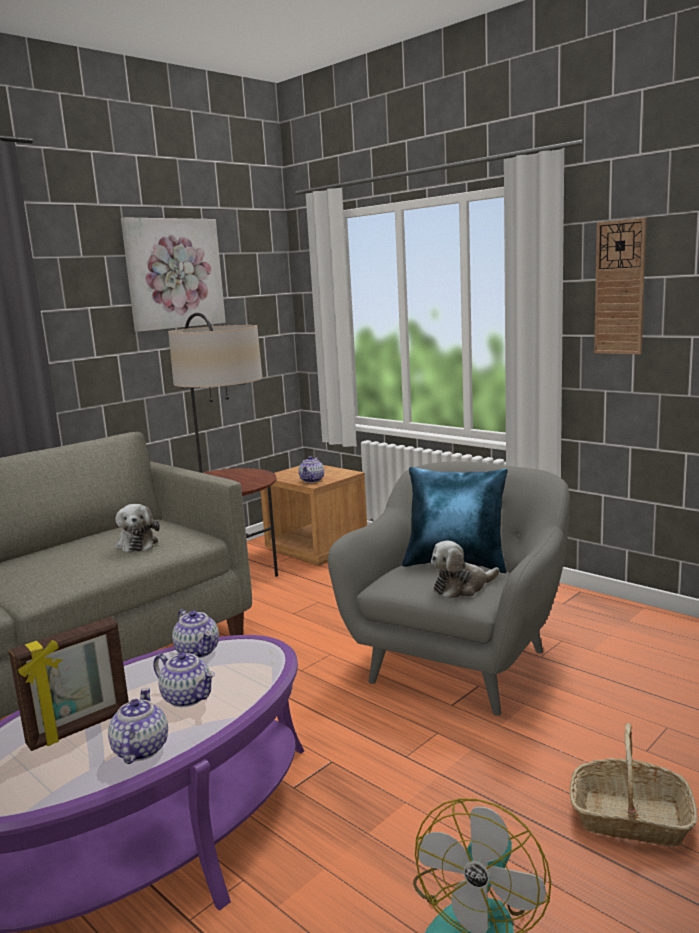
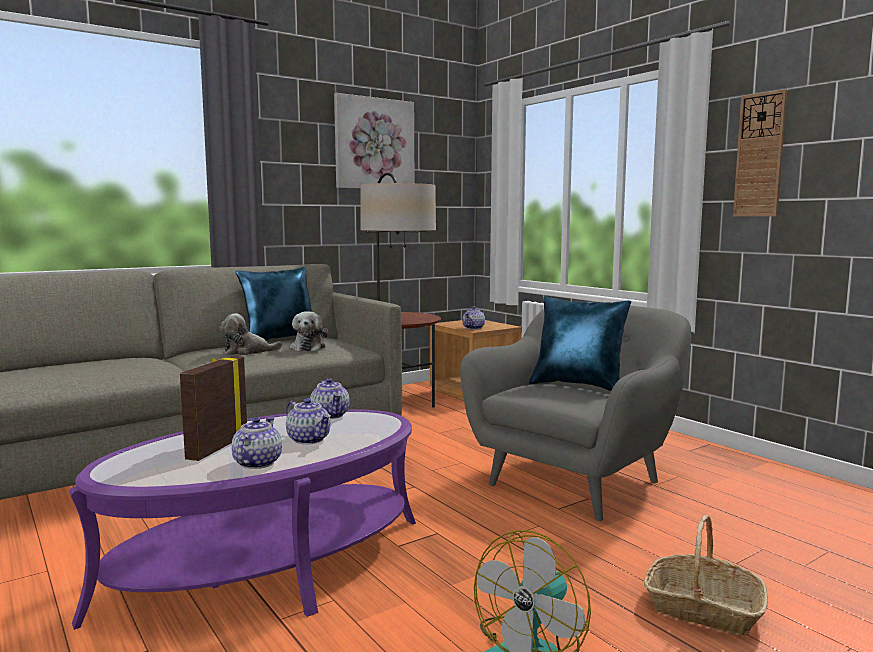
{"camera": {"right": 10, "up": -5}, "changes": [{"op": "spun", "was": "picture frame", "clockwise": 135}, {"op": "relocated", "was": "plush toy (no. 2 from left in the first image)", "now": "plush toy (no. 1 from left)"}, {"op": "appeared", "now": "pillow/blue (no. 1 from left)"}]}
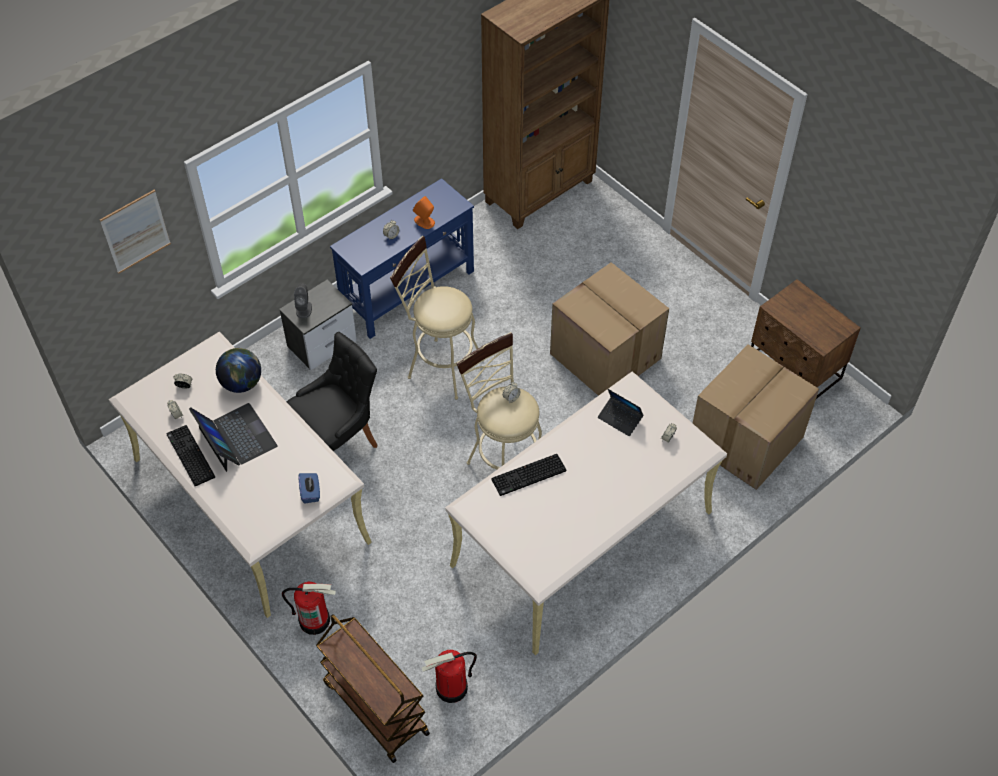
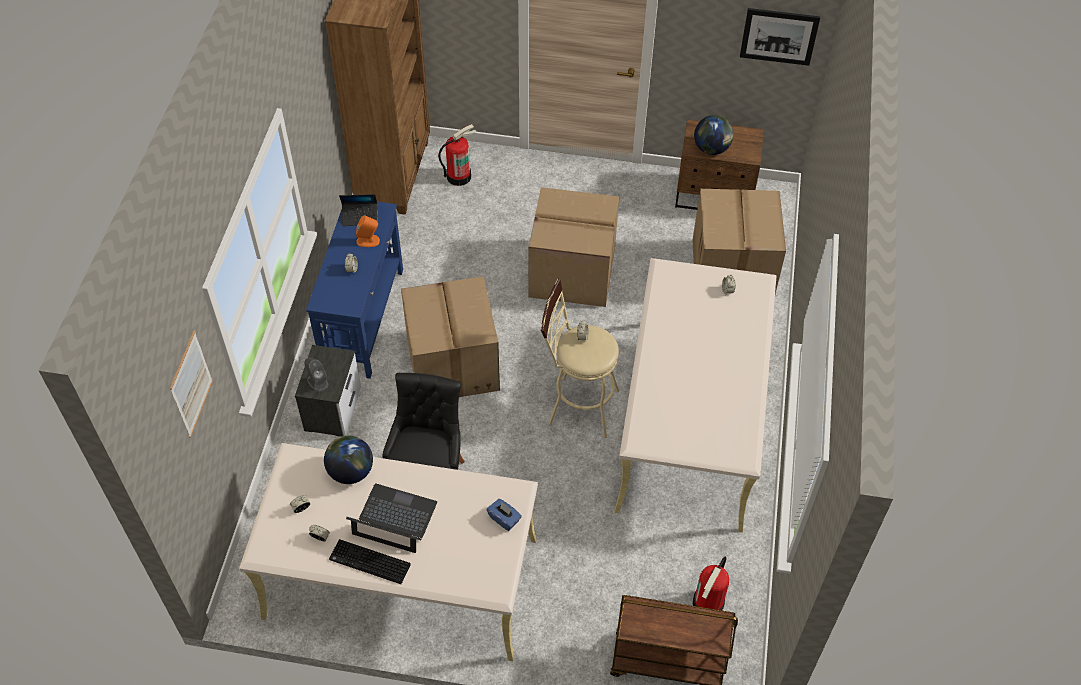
{"camera": {"right": -40, "up": 0}, "changes": [{"op": "relocated", "was": "fire extinguisher (no. 1 from left)"}, {"op": "exchanged", "was": "stool/beige (no. 1 from left)", "now": "cardboard box (no. 1 from left)"}, {"op": "missing", "was": "keyboard (no. 2 from left)"}, {"op": "relocated", "was": "laptop (no. 2 from left in the first image)", "now": "laptop (no. 1 from left)"}, {"op": "appeared", "now": "globe (no. 2 from left)"}, {"op": "appeared", "now": "picture (no. 2 from left)"}]}
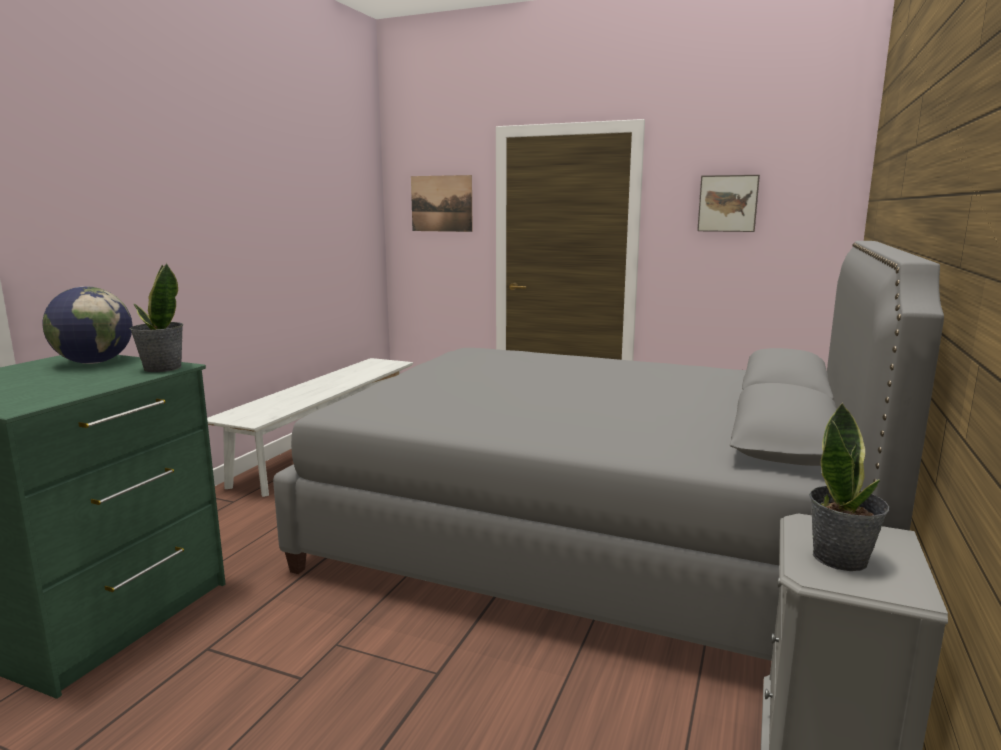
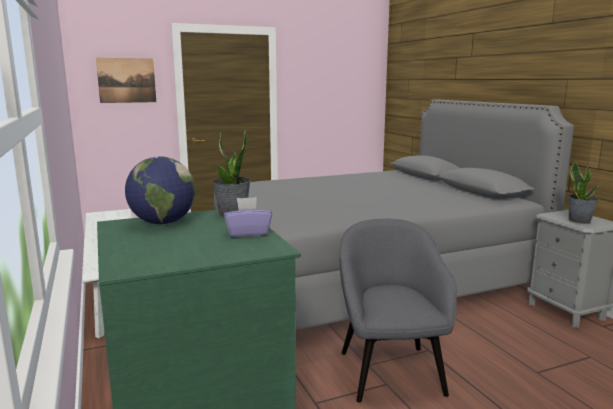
{"camera": {"right": -45, "up": 0}, "changes": [{"op": "missing", "was": "picture (no. 2 from left)"}, {"op": "appeared", "now": "tissue box/purple"}, {"op": "appeared", "now": "armchair/grey"}]}
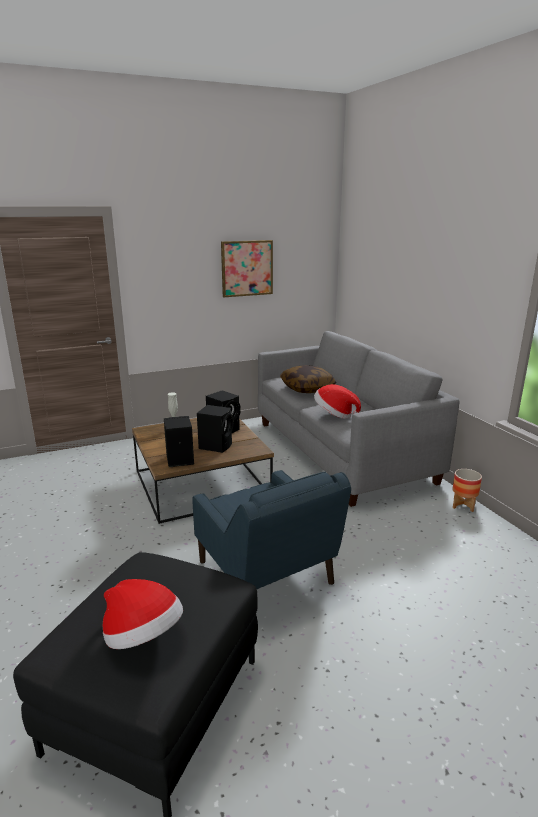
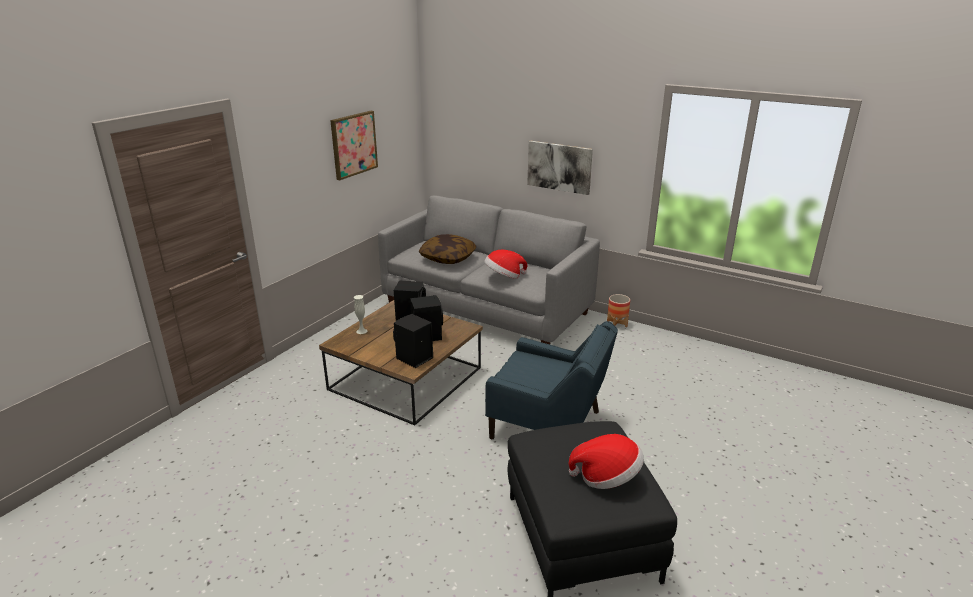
{"camera": {"right": -35, "up": 5}, "changes": [{"op": "appeared", "now": "picture (no. 2 from left)"}]}
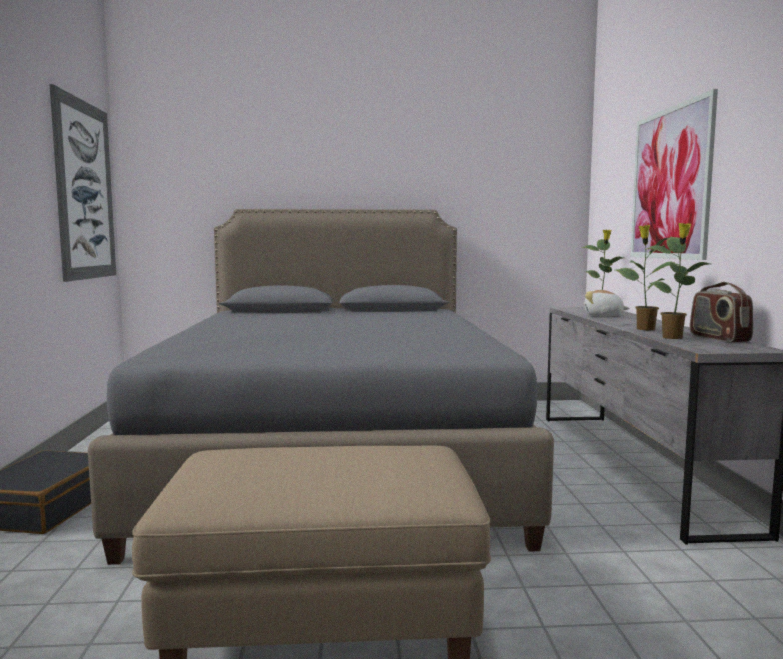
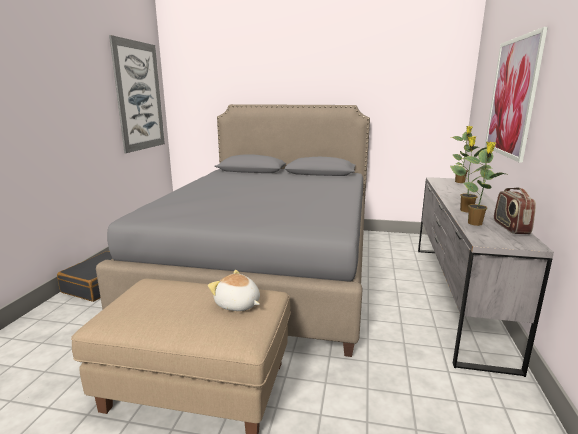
{"camera": {"right": 15, "up": 10}, "changes": [{"op": "relocated", "was": "plush toy"}]}
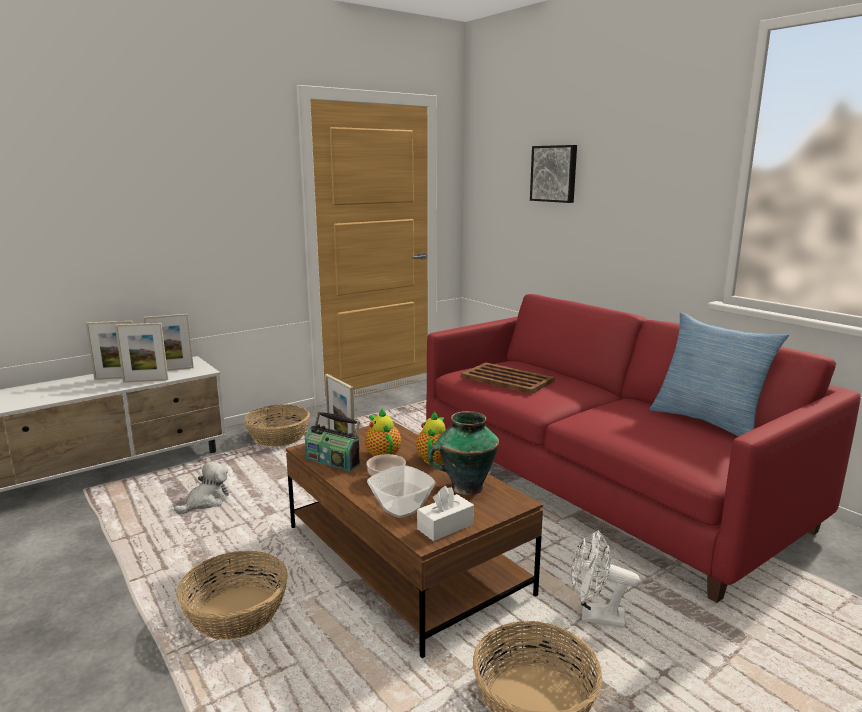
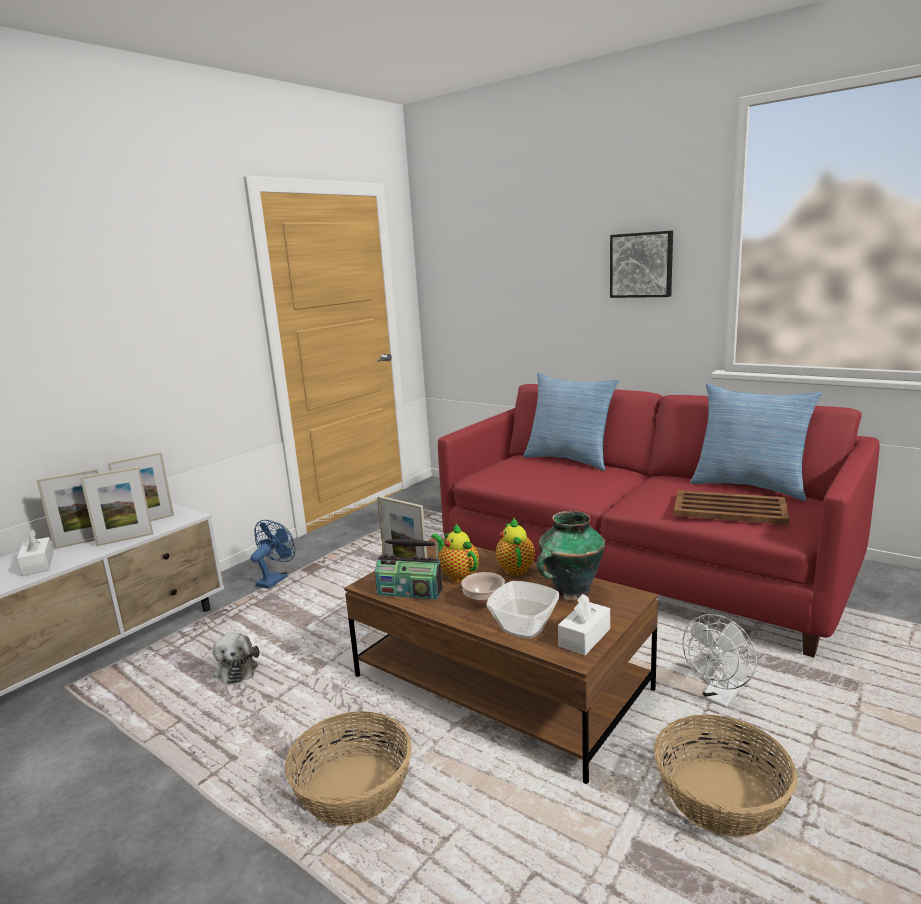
{"camera": {"right": -15, "up": 0}, "changes": [{"op": "spun", "was": "plush toy", "clockwise": 135}, {"op": "exchanged", "was": "basket (no. 2 from left)", "now": "fan/blue"}, {"op": "relocated", "was": "tray/brown"}, {"op": "relocated", "was": "picture"}, {"op": "spun", "was": "fan/white", "clockwise": -45}, {"op": "appeared", "now": "tissue box/white (no. 1 from left)"}, {"op": "appeared", "now": "pillow (no. 1 from left)"}]}
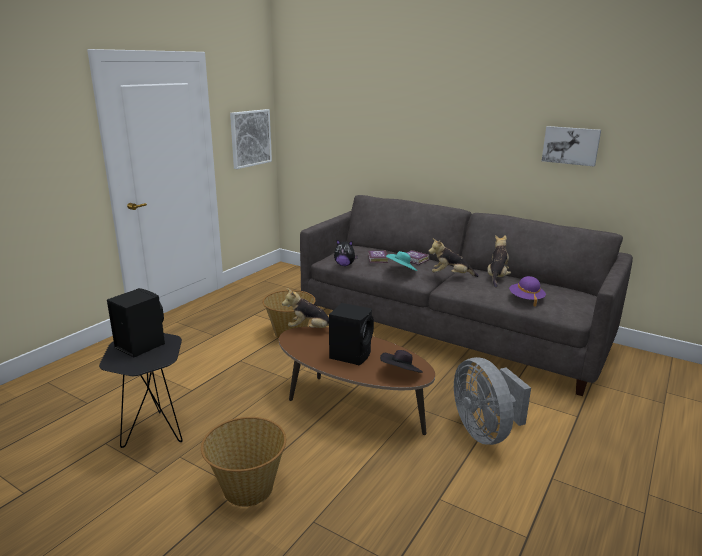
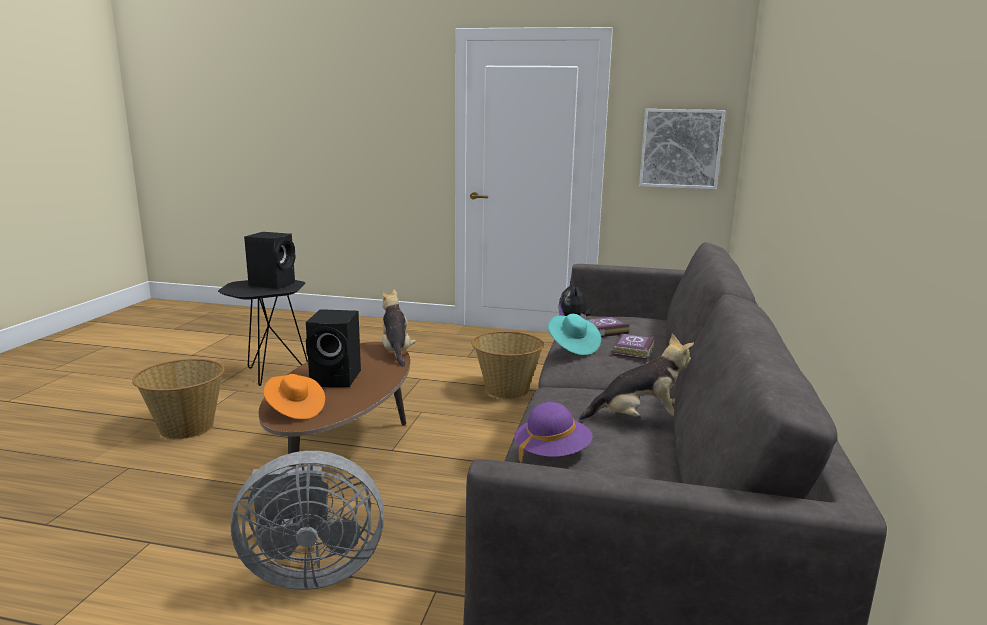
{"camera": {"right": 70, "up": -5}, "changes": [{"op": "colour", "was": "hat/black", "now": "hat/orange"}, {"op": "missing", "was": "plush toy (no. 3 from left)"}, {"op": "spun", "was": "fan/grey", "clockwise": -150}, {"op": "missing", "was": "picture (no. 2 from left)"}]}
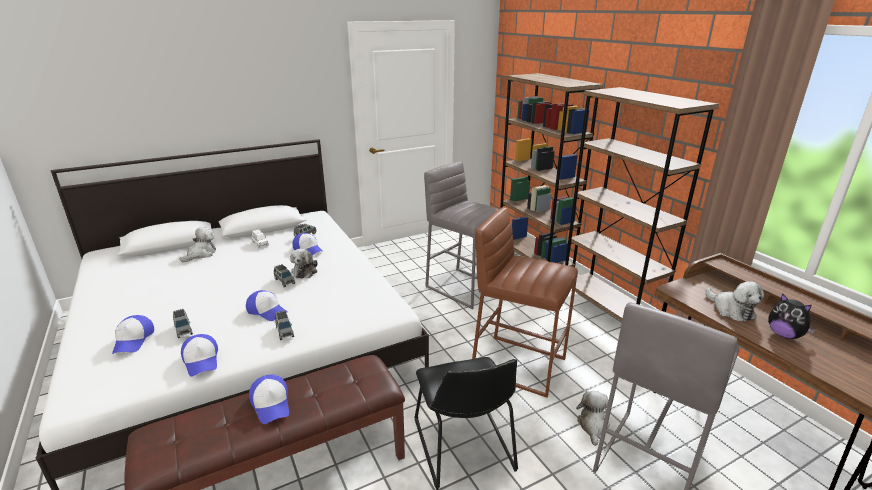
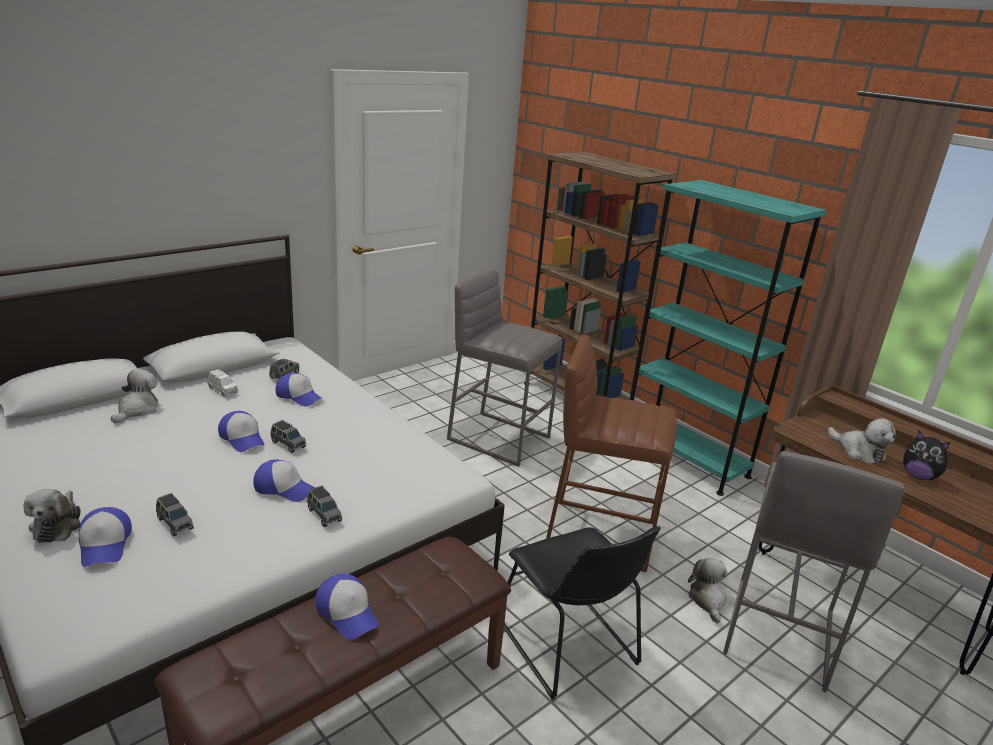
{"camera": {"right": -15, "up": 0}, "changes": [{"op": "relocated", "was": "cap (no. 2 from left)"}, {"op": "relocated", "was": "plush toy (no. 2 from left in the first image)", "now": "plush toy (no. 1 from left)"}, {"op": "colour", "was": "bookcase/brown (no. 2 from left)", "now": "bookcase/turquoise"}]}
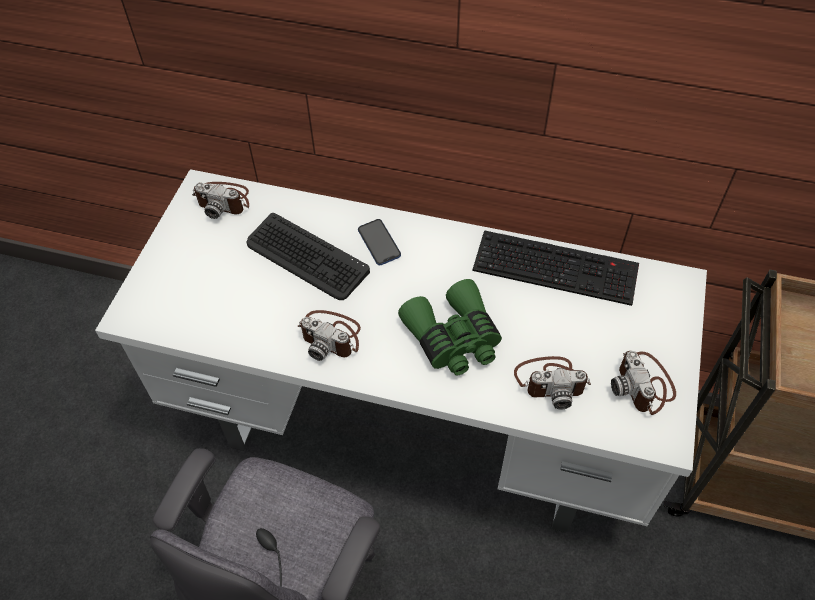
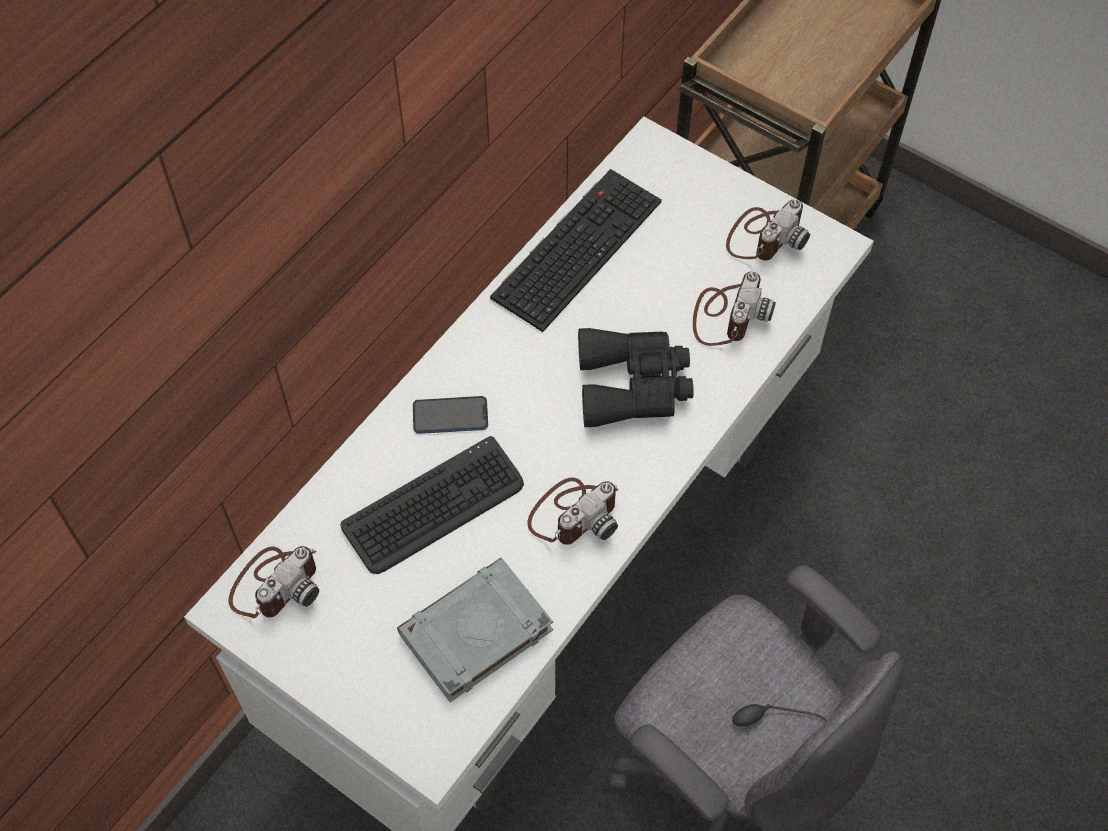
{"camera": {"right": -70, "up": 5}, "changes": [{"op": "colour", "was": "binoculars/green", "now": "binoculars/black"}, {"op": "spun", "was": "photo camera (no. 4 from left)", "clockwise": -60}, {"op": "appeared", "now": "book/grey"}]}
